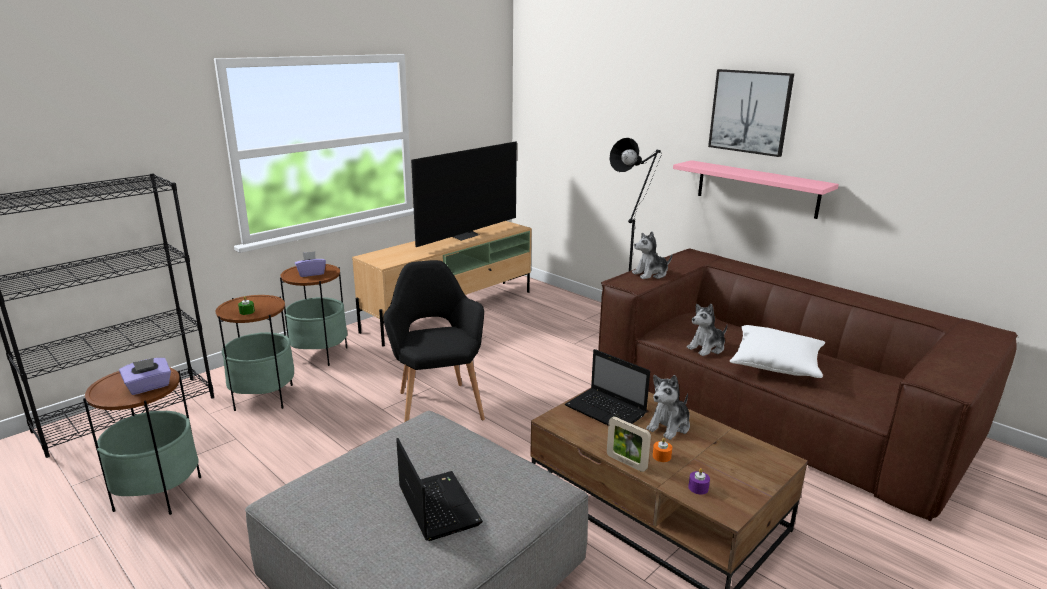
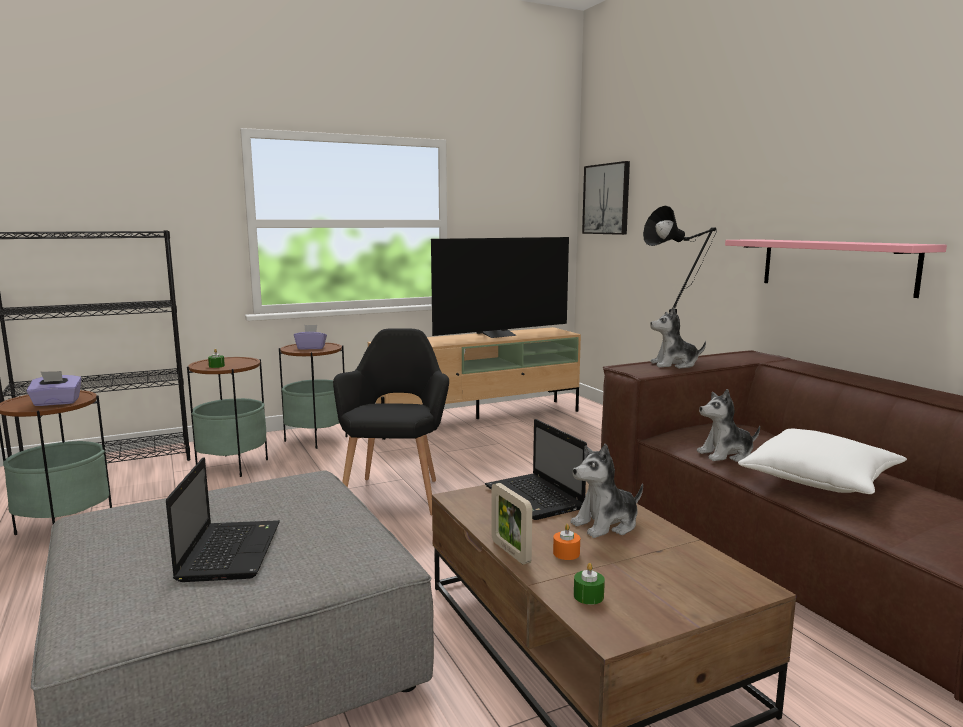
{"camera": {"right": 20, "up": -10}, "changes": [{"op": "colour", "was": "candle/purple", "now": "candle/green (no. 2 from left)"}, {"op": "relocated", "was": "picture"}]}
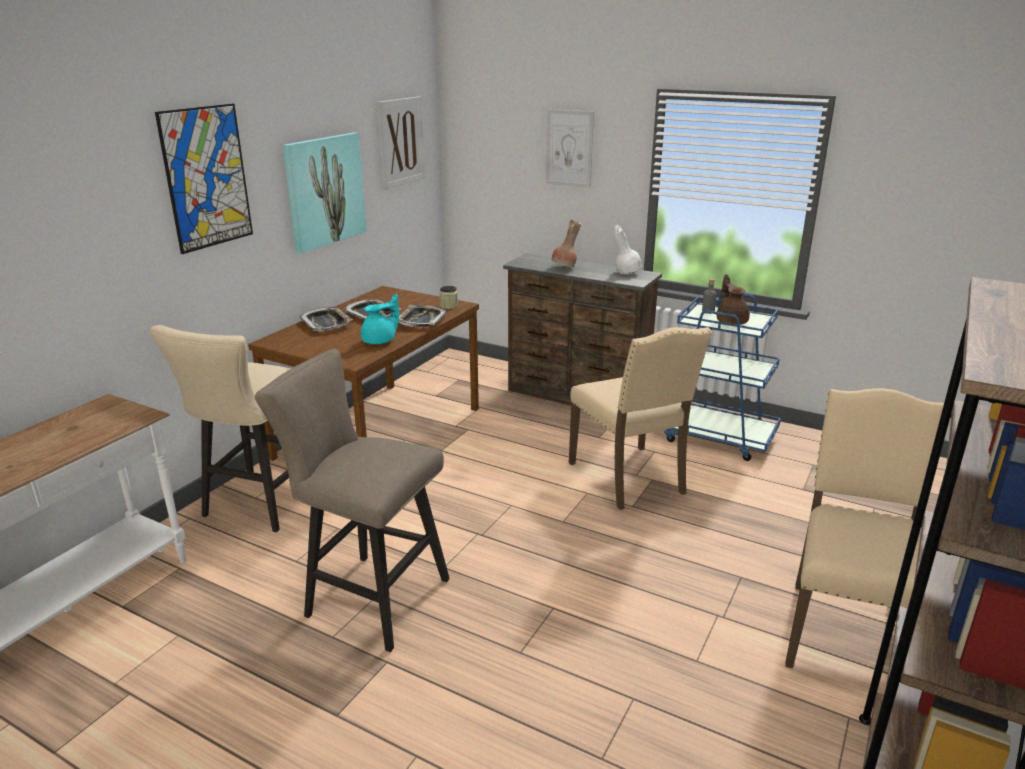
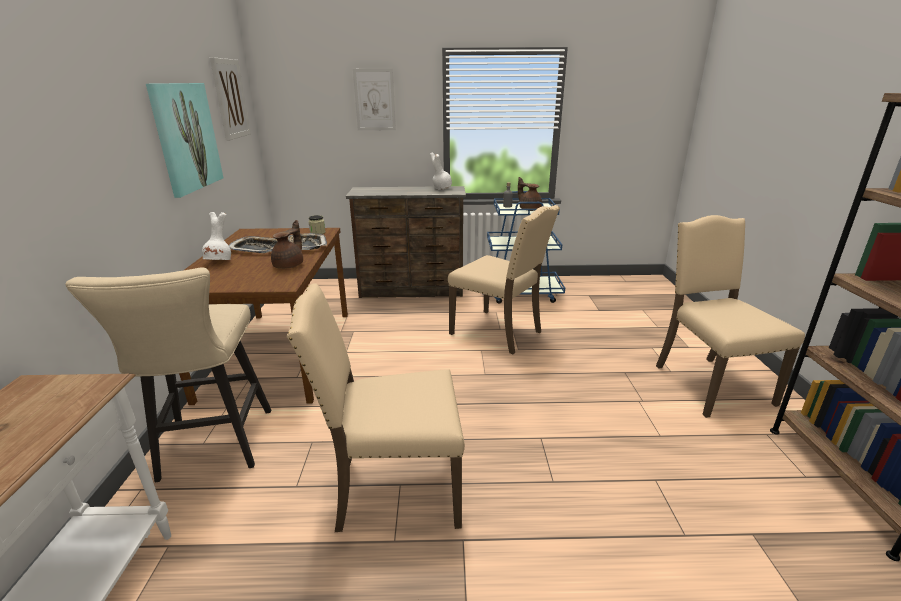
{"camera": {"right": -30, "up": 0}, "changes": [{"op": "missing", "was": "picture (no. 1 from left)"}, {"op": "exchanged", "was": "stool/beige (no. 2 from left)", "now": "chair/beige (no. 1 from left)"}, {"op": "exchanged", "was": "tray (no. 1 from left)", "now": "vase/white (no. 1 from left)"}, {"op": "colour", "was": "teapot/turquoise", "now": "teapot/brown (no. 1 from left)"}, {"op": "missing", "was": "vase/brown"}]}
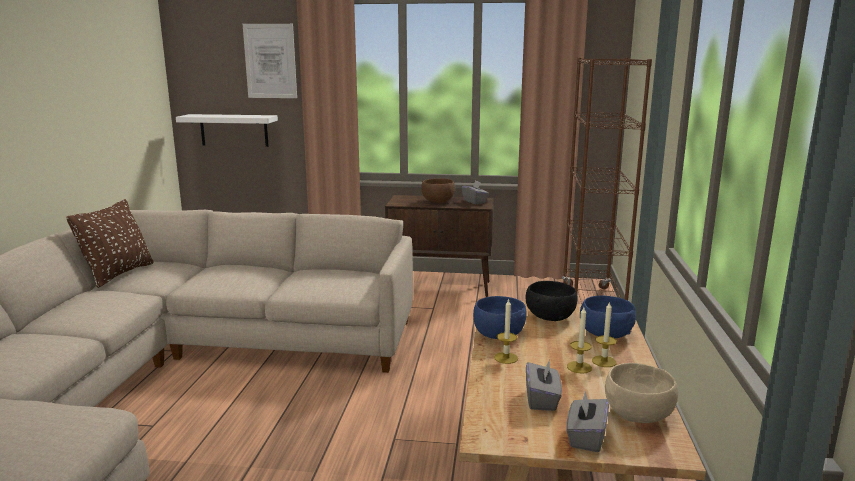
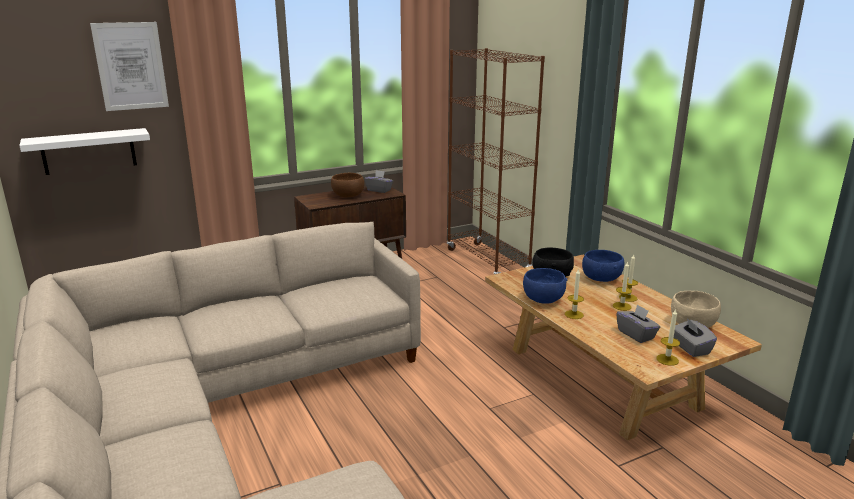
{"camera": {"right": -35, "up": 5}, "changes": [{"op": "missing", "was": "pillow/brown"}, {"op": "appeared", "now": "candle (no. 4 from left)"}]}
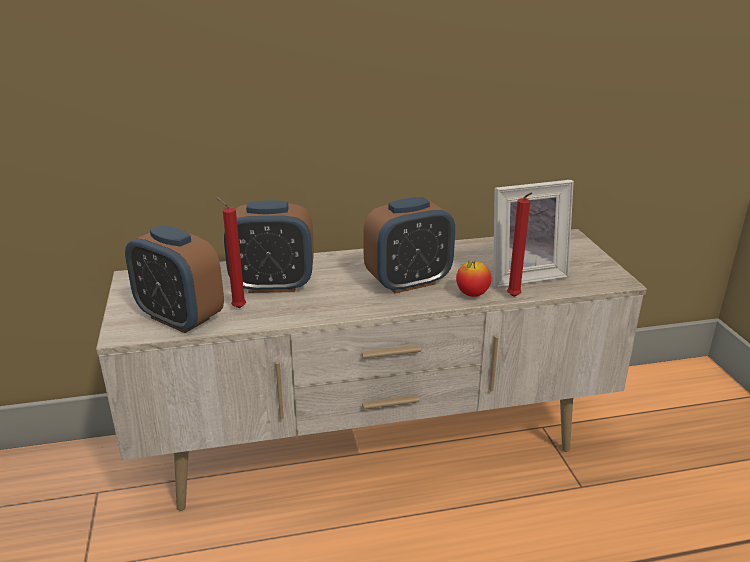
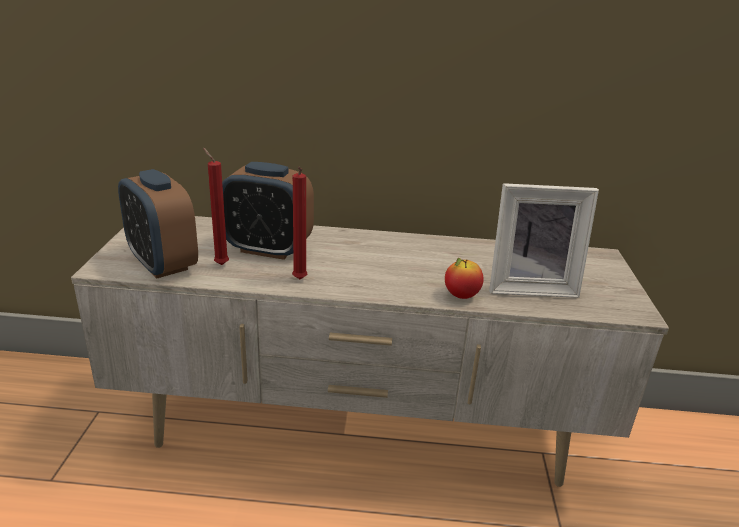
{"camera": {"right": 15, "up": 0}, "changes": [{"op": "missing", "was": "alarm clock (no. 3 from left)"}, {"op": "relocated", "was": "candle/red (no. 2 from left)"}]}
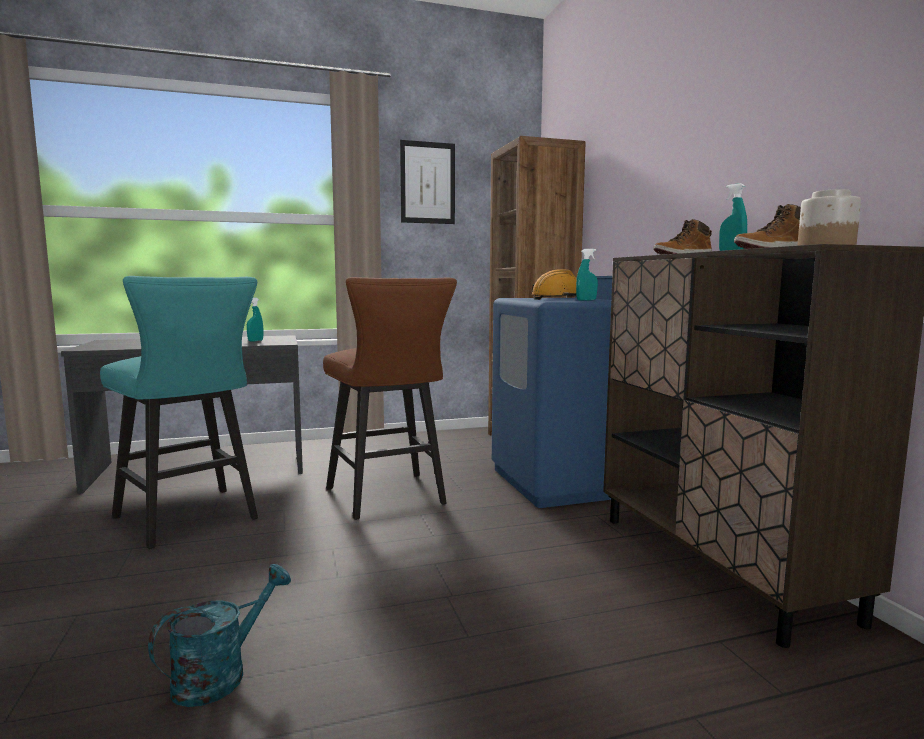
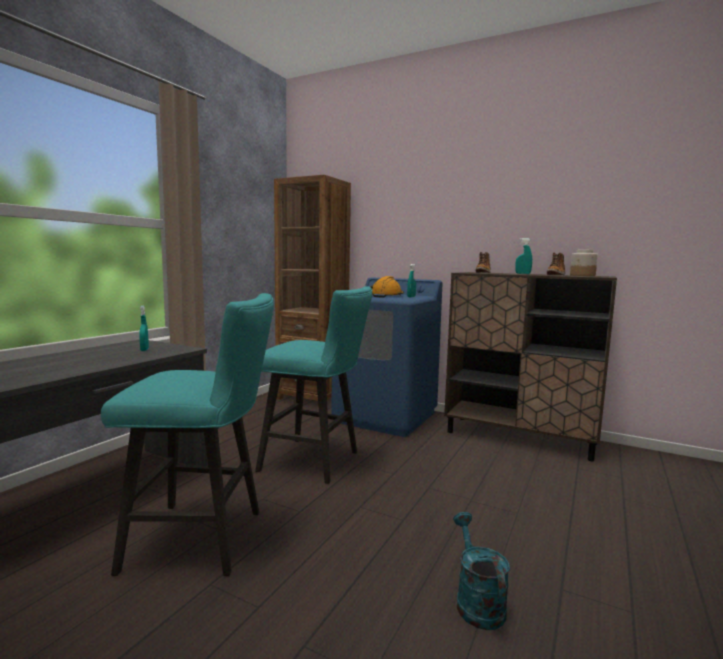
{"camera": {"right": -45, "up": 0}, "changes": [{"op": "colour", "was": "stool/brown", "now": "stool/turquoise (no. 2 from left)"}, {"op": "missing", "was": "picture"}]}
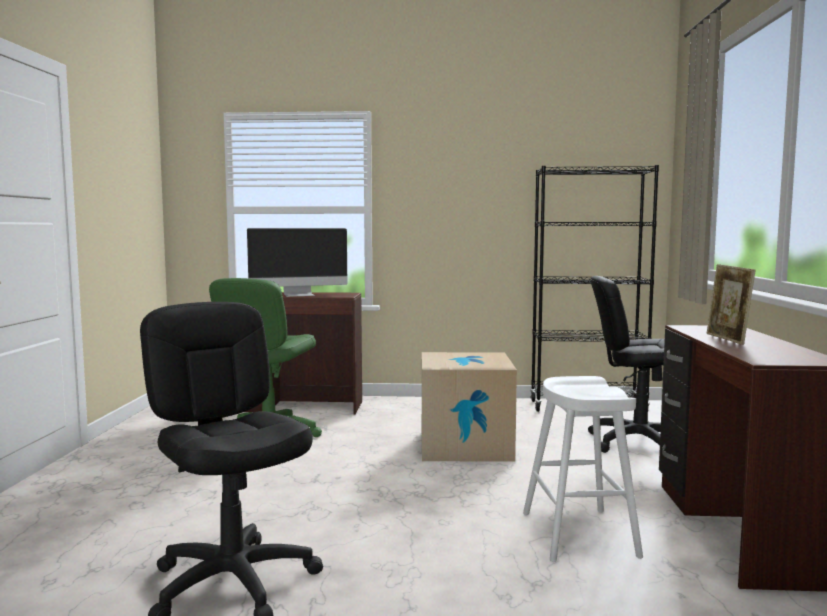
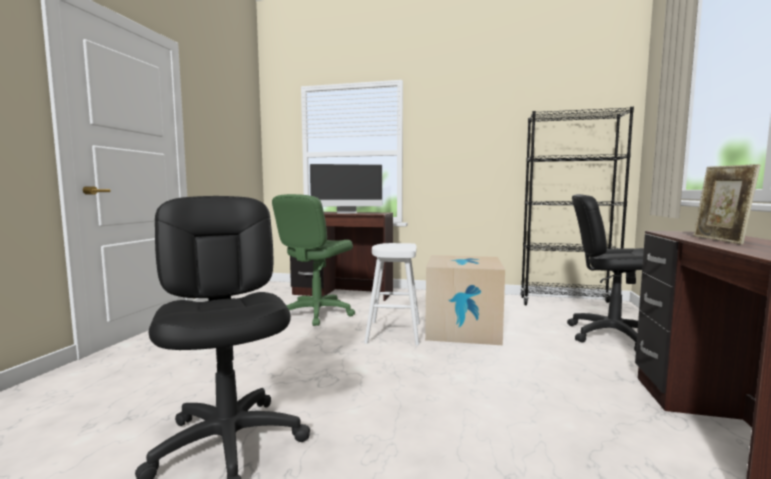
{"camera": {"right": 10, "up": 0}, "changes": [{"op": "relocated", "was": "stool/white"}]}
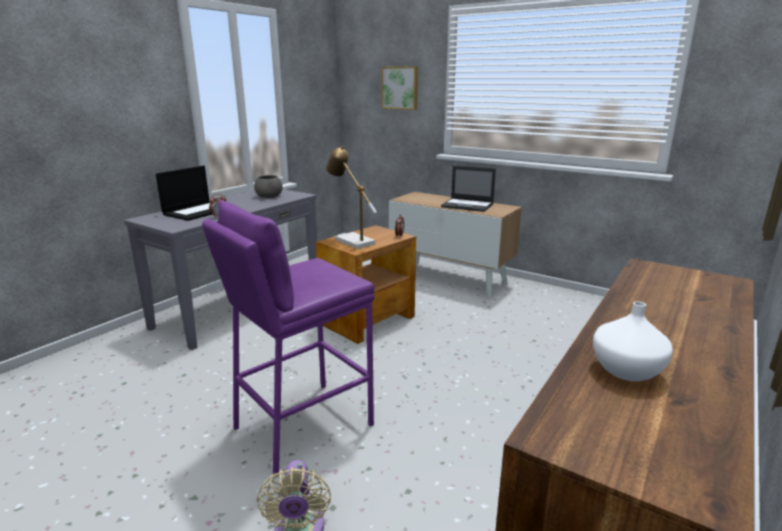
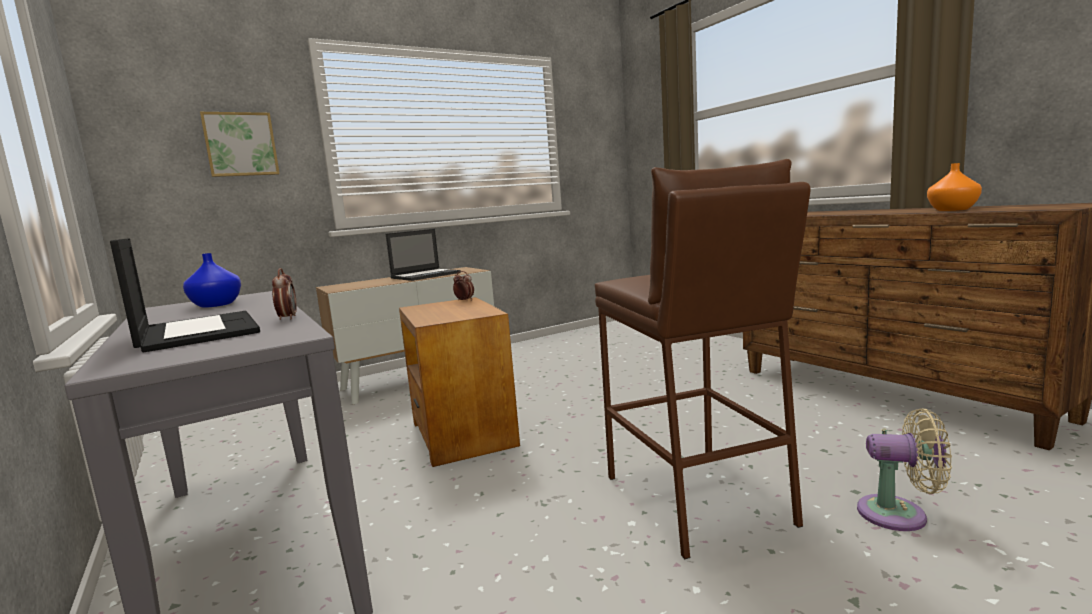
{"camera": {"right": -65, "up": -10}, "changes": [{"op": "colour", "was": "stool/purple", "now": "stool/brown"}, {"op": "exchanged", "was": "bowl/grey", "now": "vase/blue"}, {"op": "missing", "was": "table lamp"}, {"op": "colour", "was": "vase/white", "now": "vase/orange"}]}
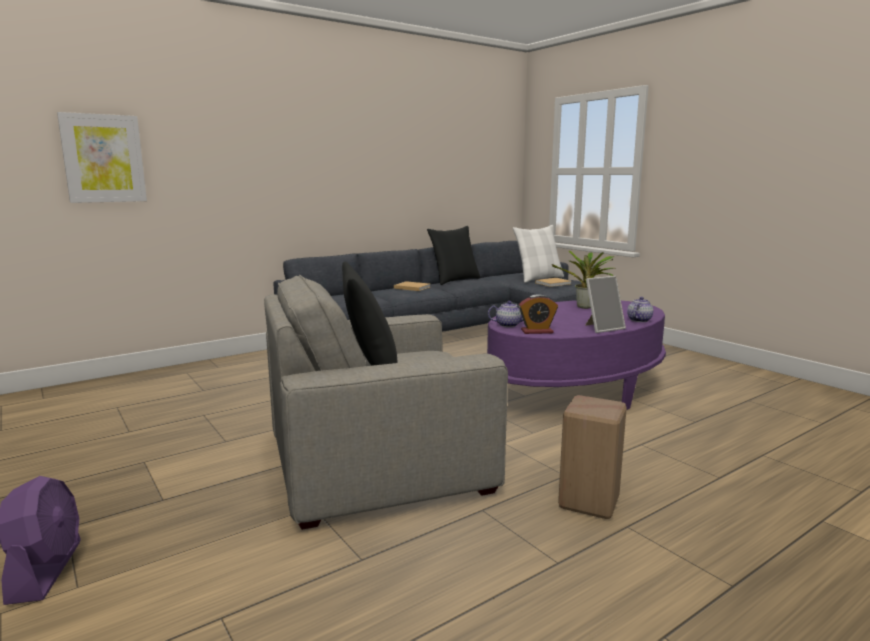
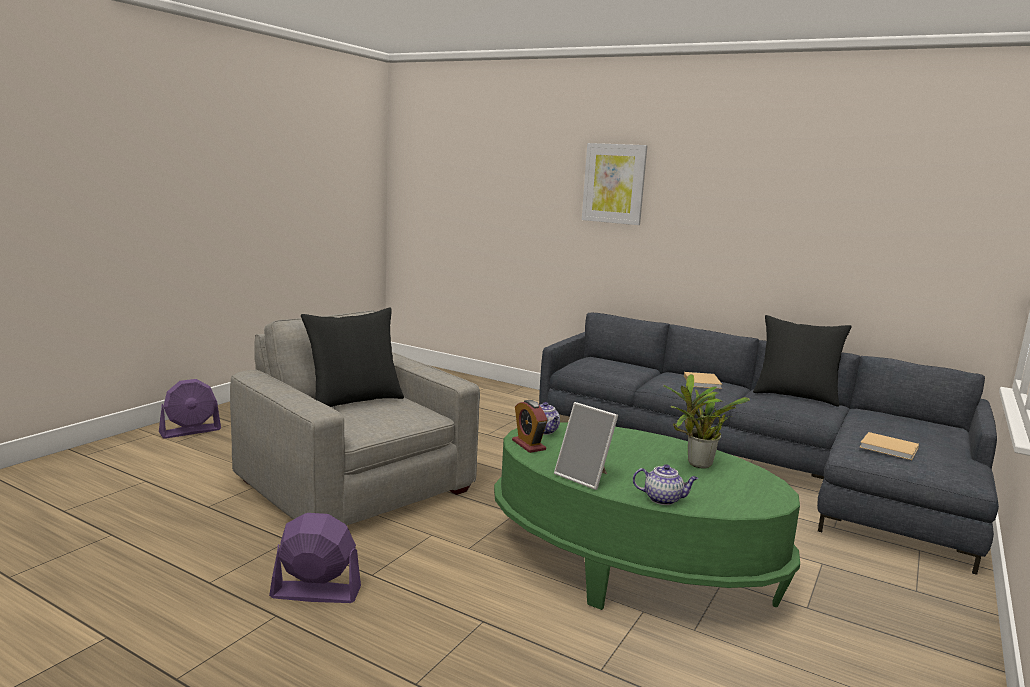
{"camera": {"right": 65, "up": 0}, "changes": [{"op": "relocated", "was": "picture"}, {"op": "colour", "was": "coffee table/purple", "now": "coffee table/green"}, {"op": "missing", "was": "pillow/white"}, {"op": "exchanged", "was": "stool/beige", "now": "fan/purple (no. 2 from left)"}]}
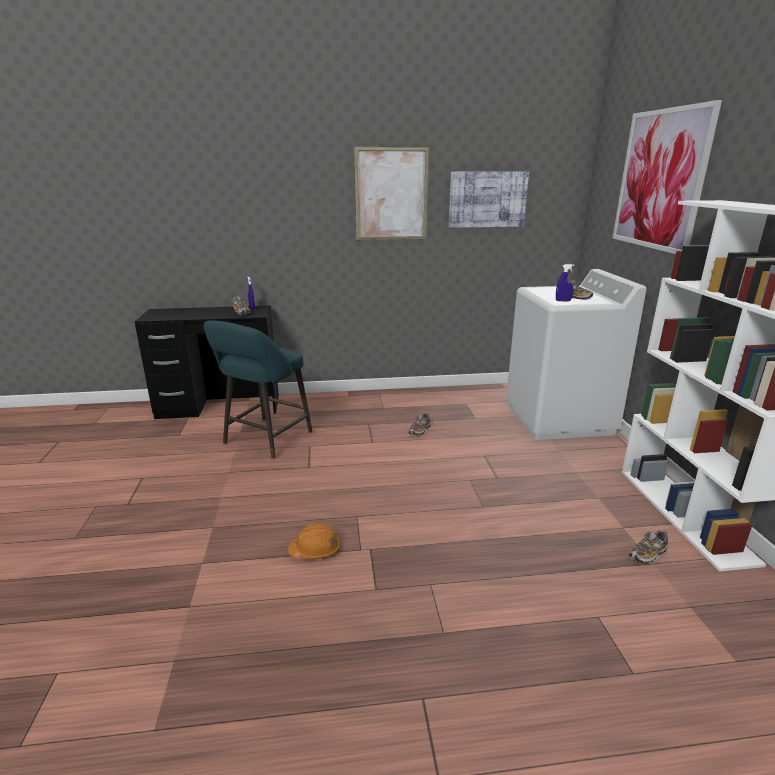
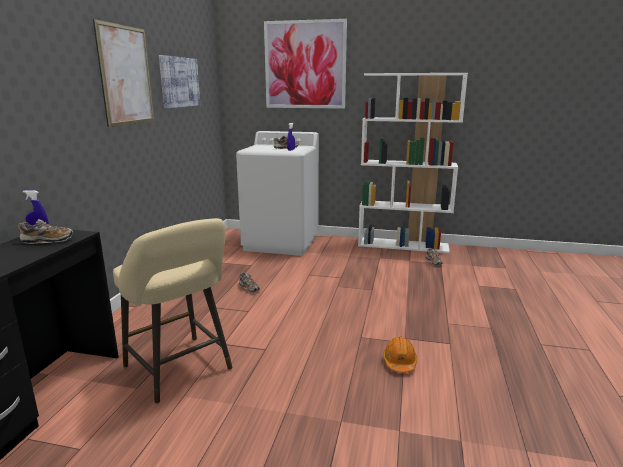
{"camera": {"right": -70, "up": -5}, "changes": [{"op": "colour", "was": "stool/turquoise", "now": "stool/beige"}]}
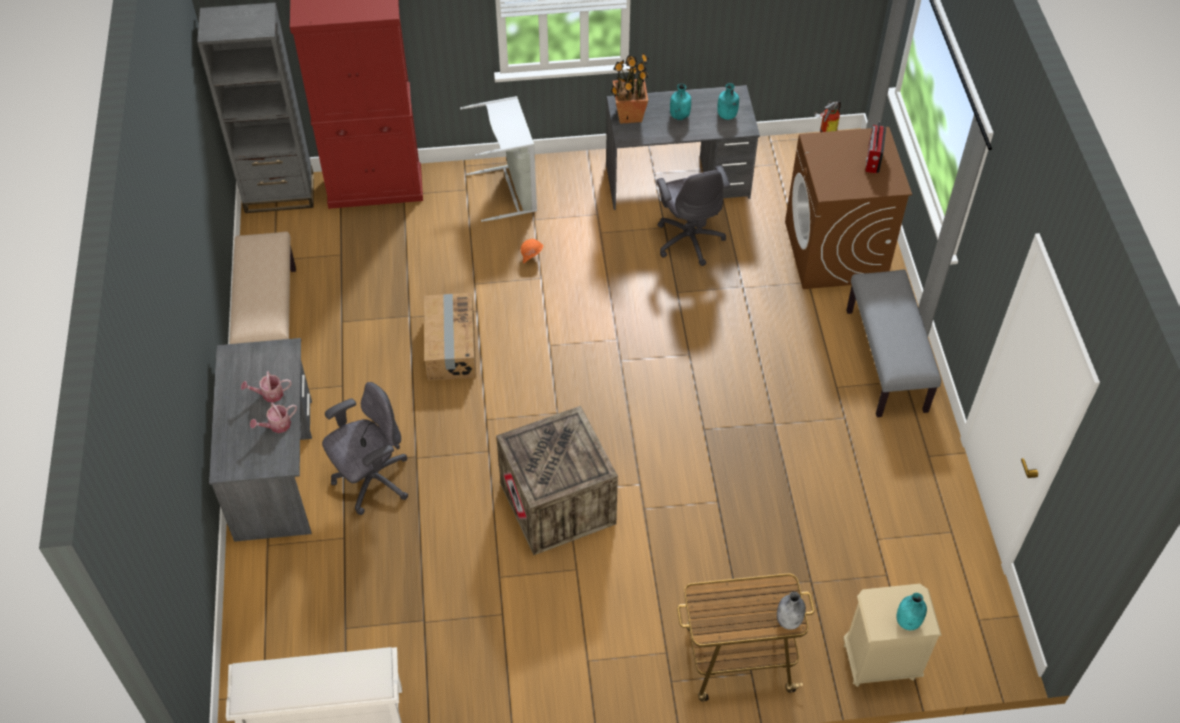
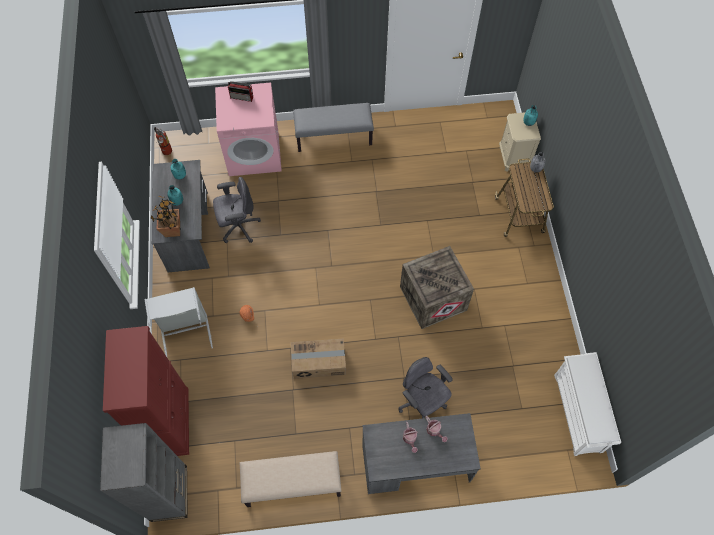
{"camera": {"right": -90, "up": 10}, "changes": [{"op": "colour", "was": "washing machine/brown", "now": "washing machine/pink"}]}
